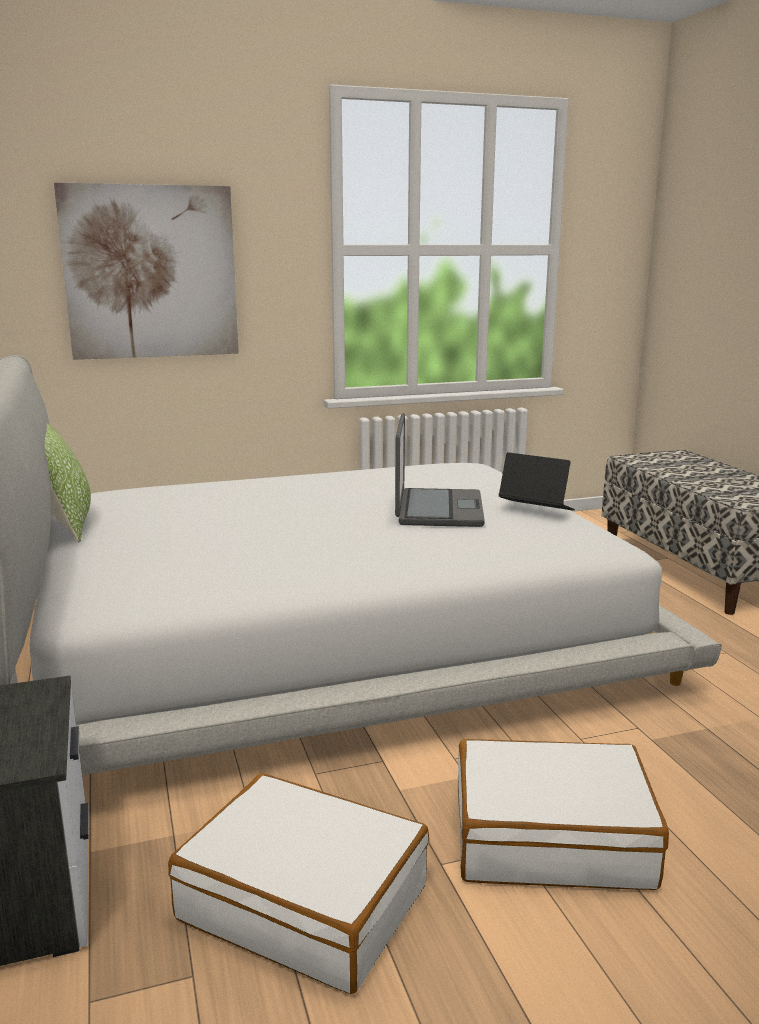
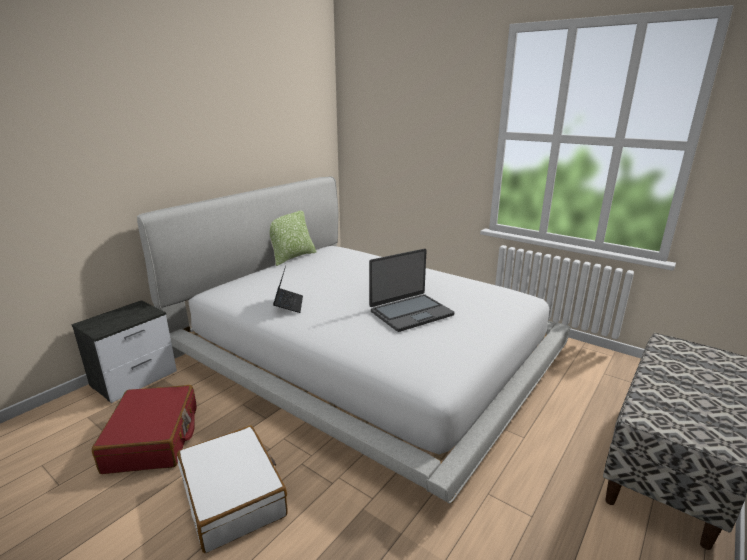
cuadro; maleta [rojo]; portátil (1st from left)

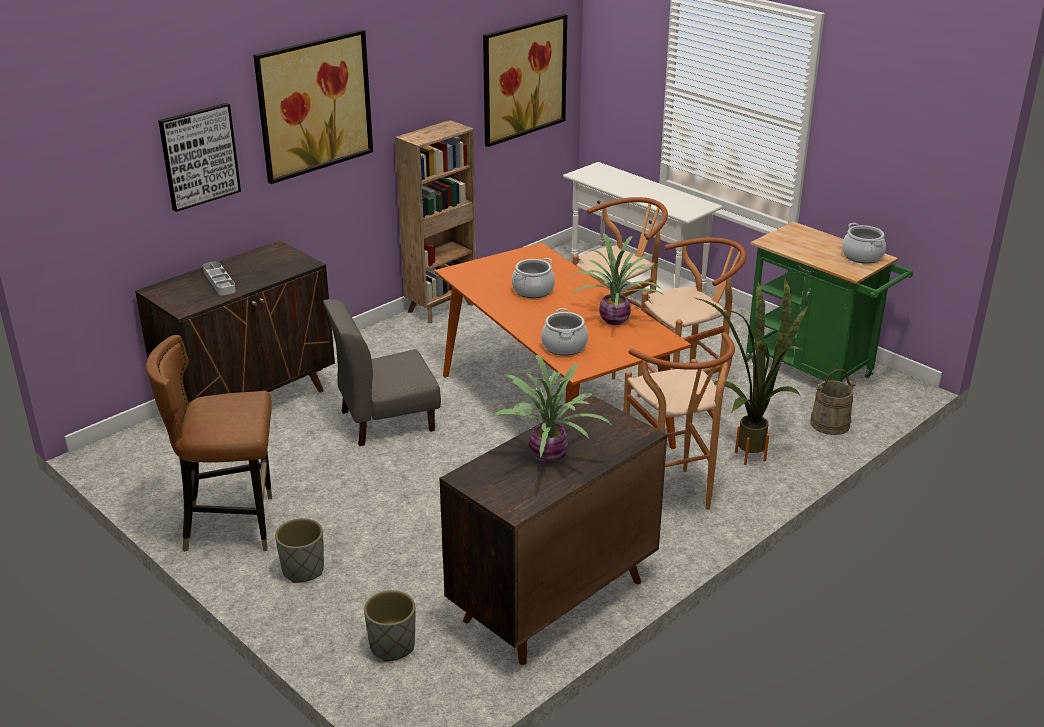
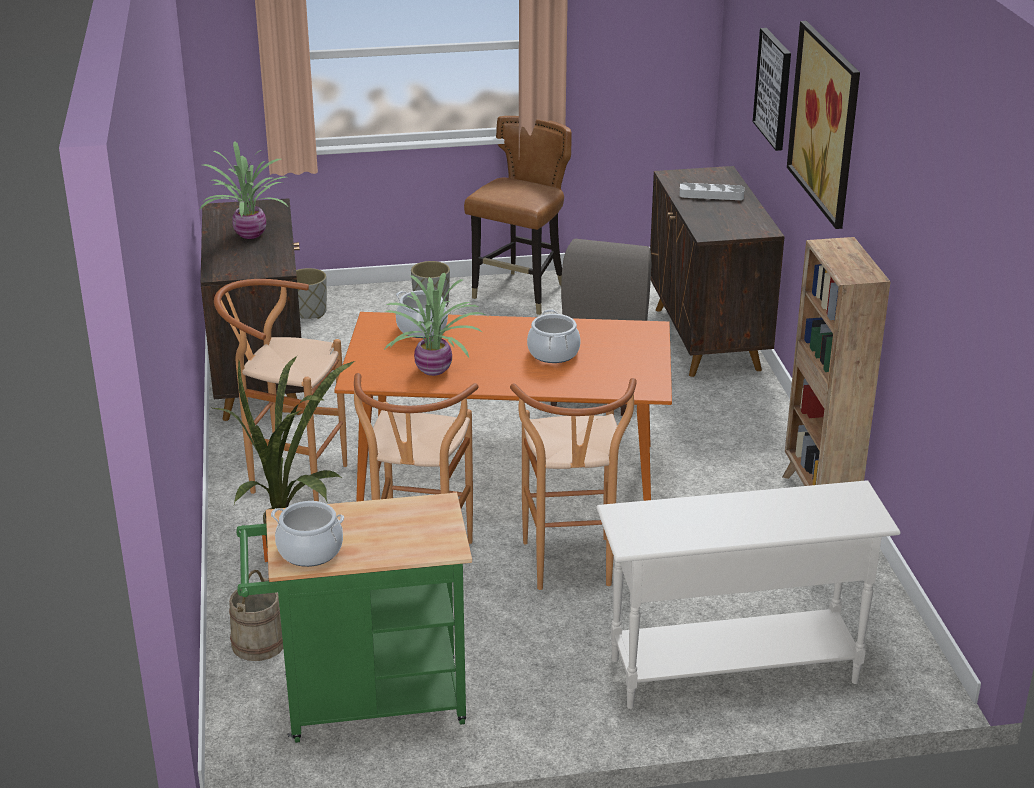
cuadro (3rd from left in the first image)

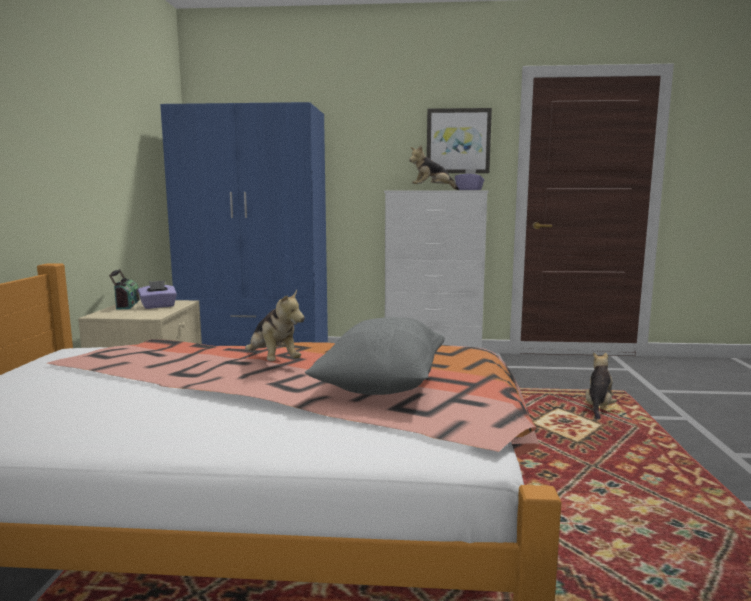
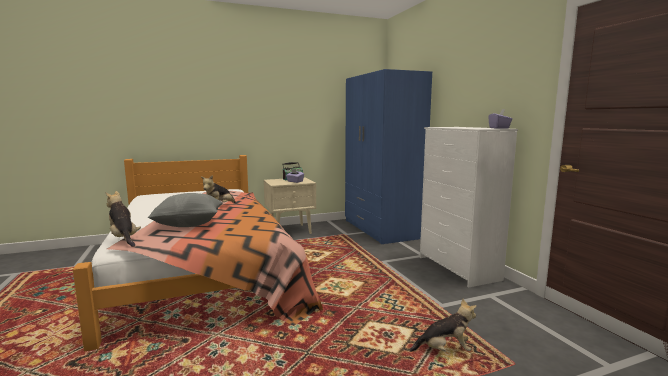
peluche (1st from left); cuadro

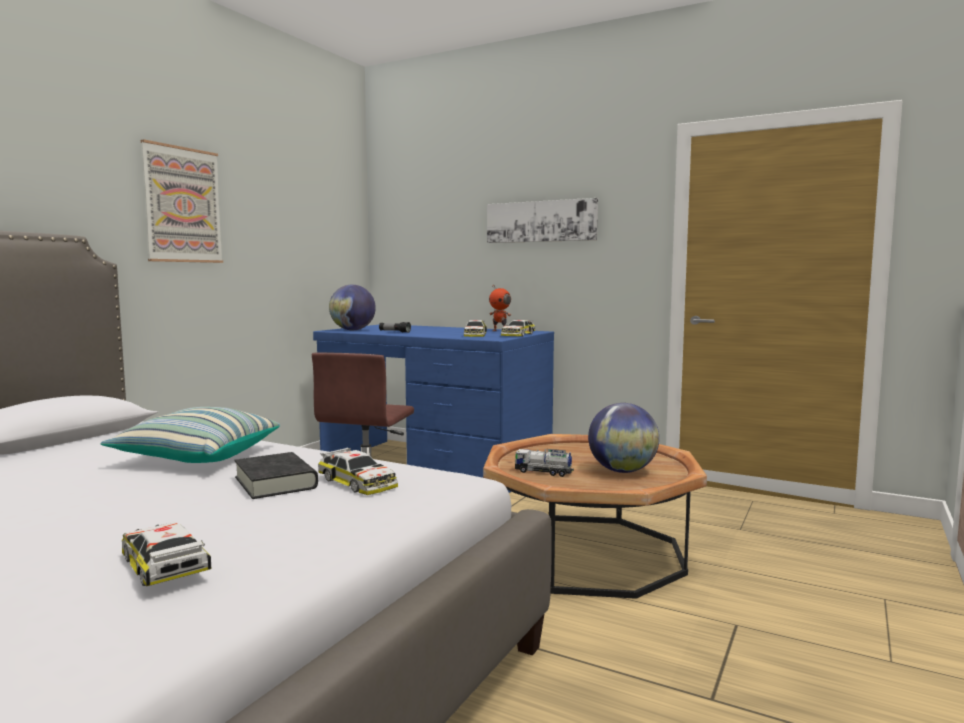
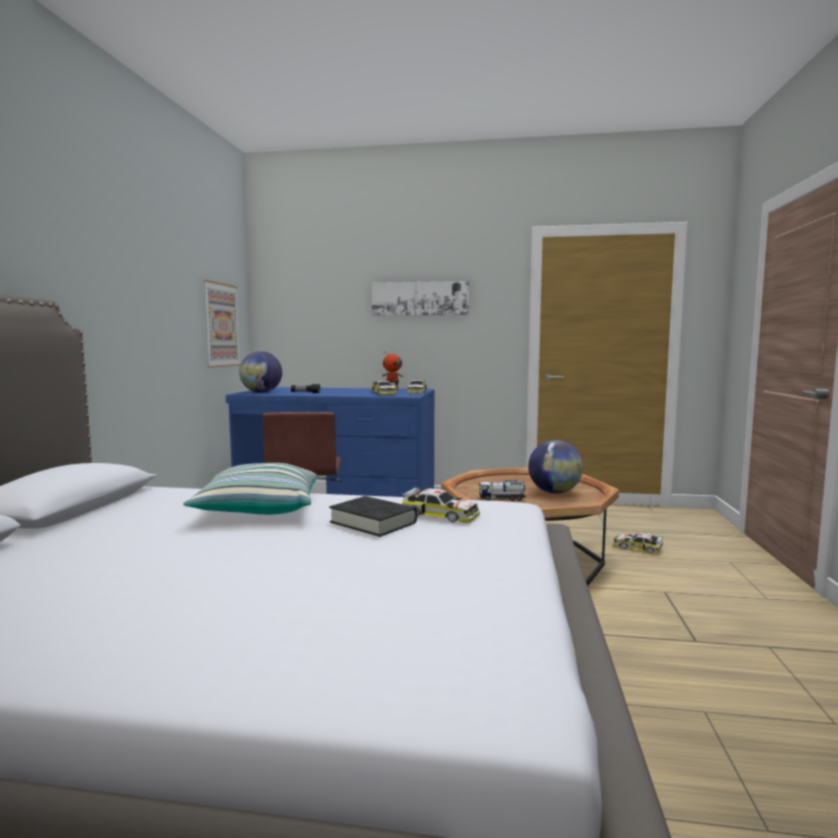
coche de juguete (4th from left); cuadro (1st from left)

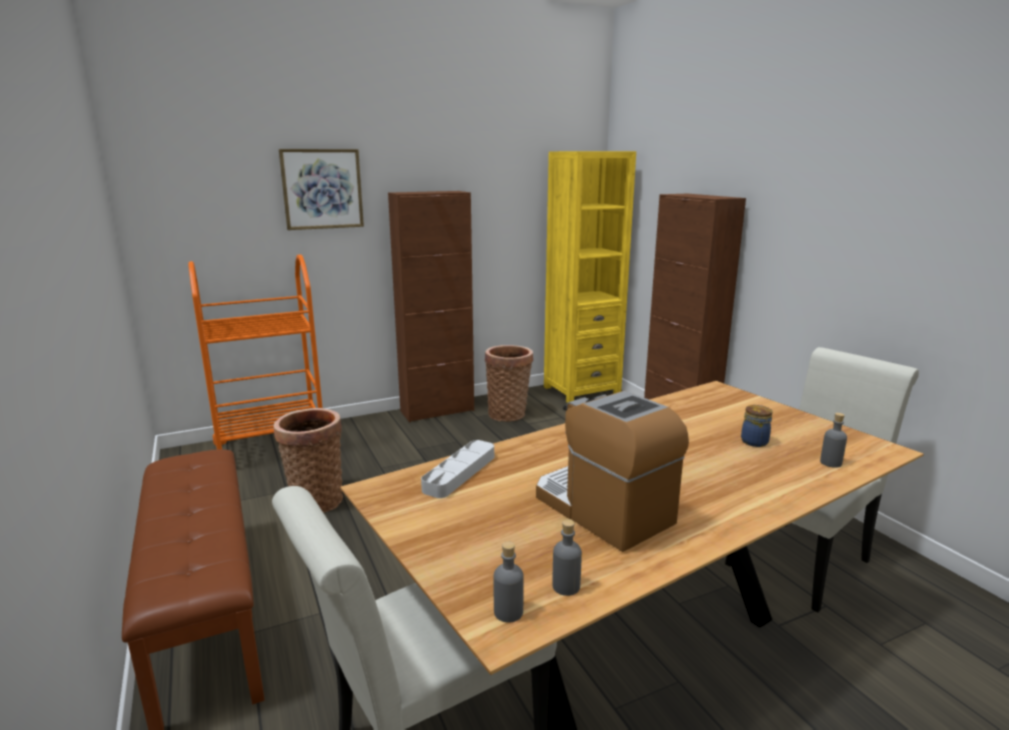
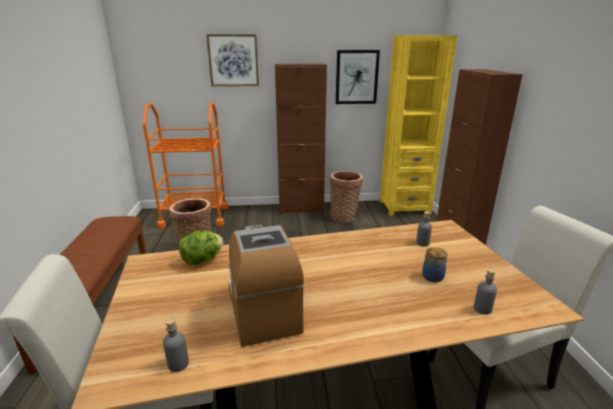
lechuga; botella [gris] (2nd from left); cuadro (2nd from left)

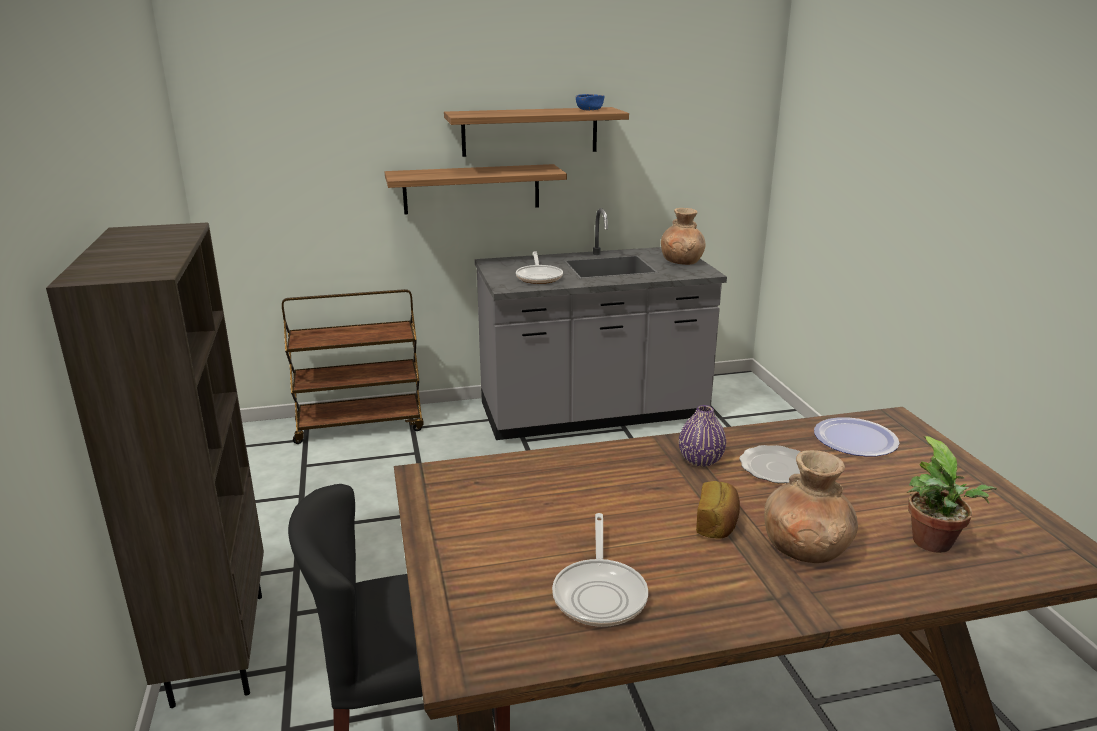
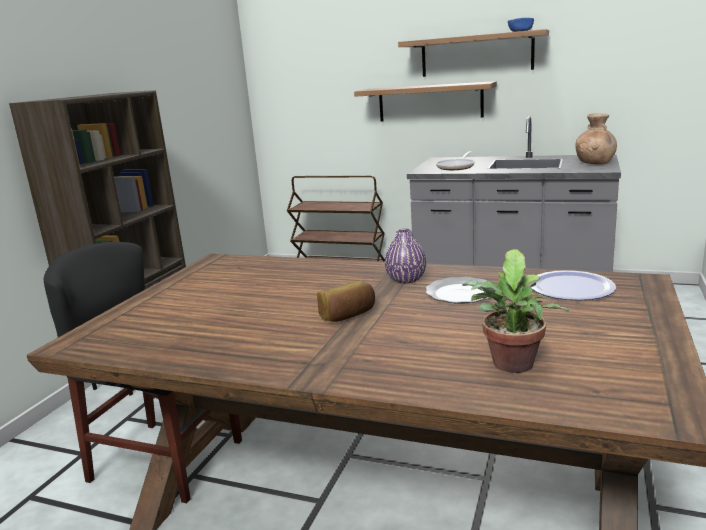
sartén (2nd from left in the first image); florero [marrón] (2nd from left in the first image)

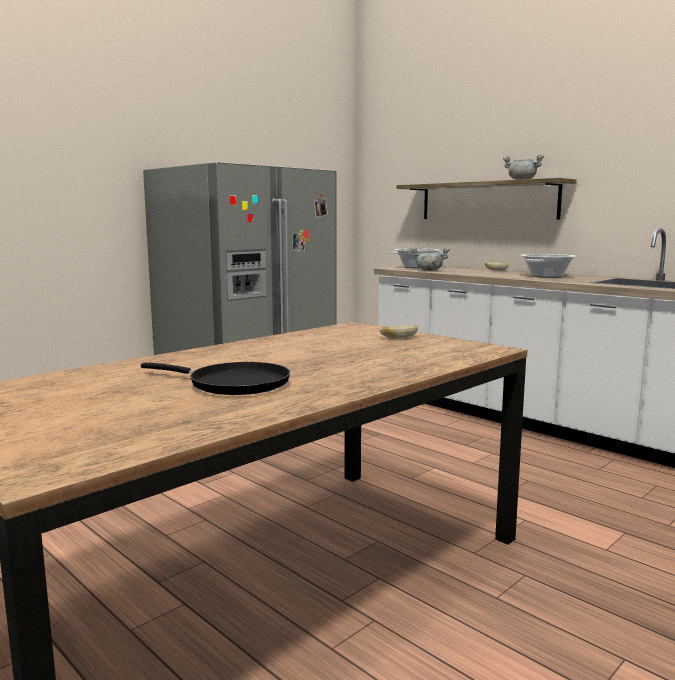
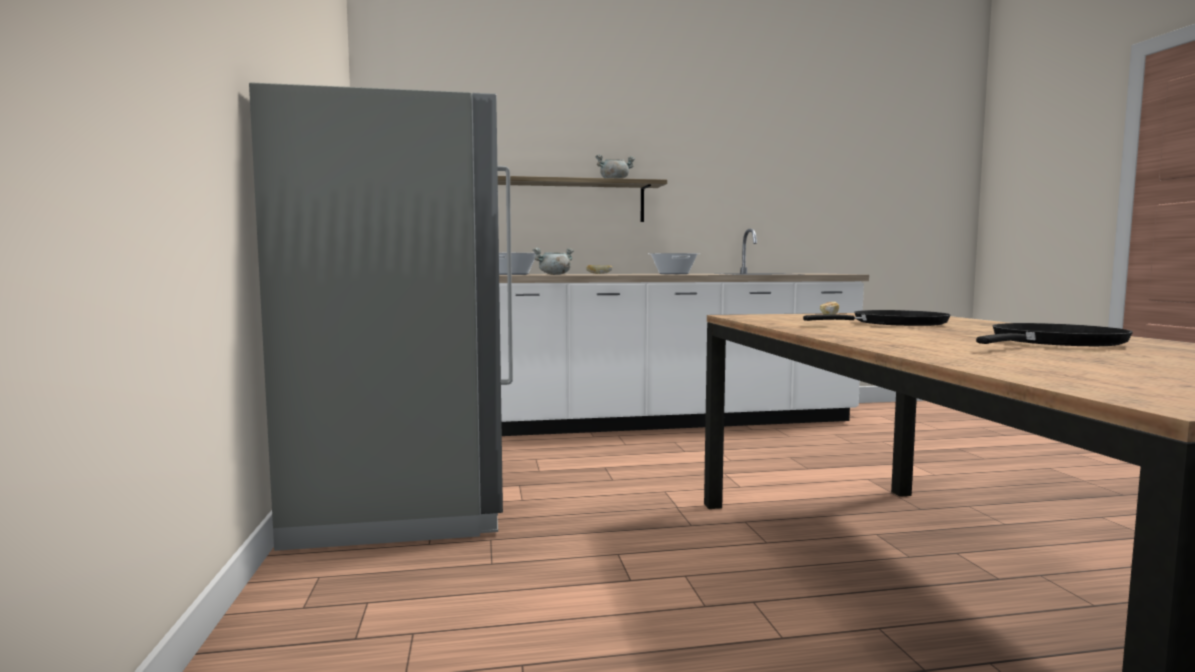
sartén [negro] (1st from left)

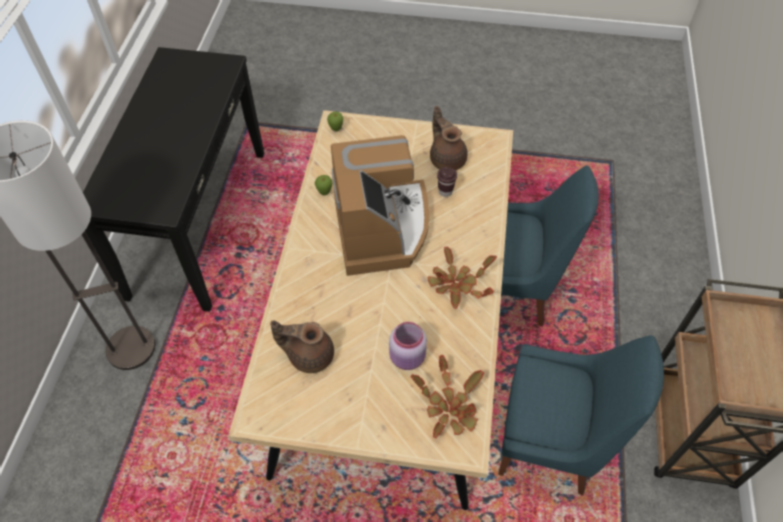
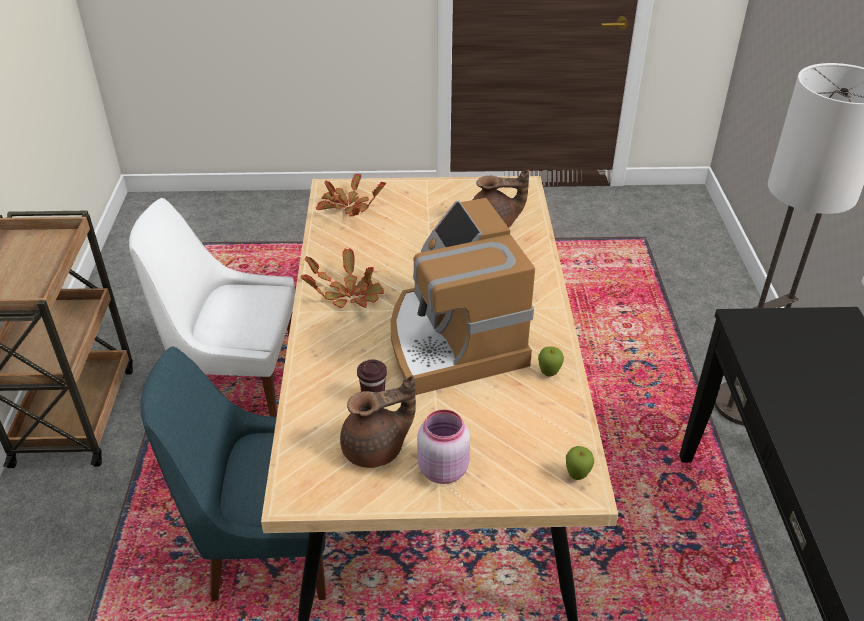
tarro [rosa]; tetera [marrón] (1st from left); silla [blanco]

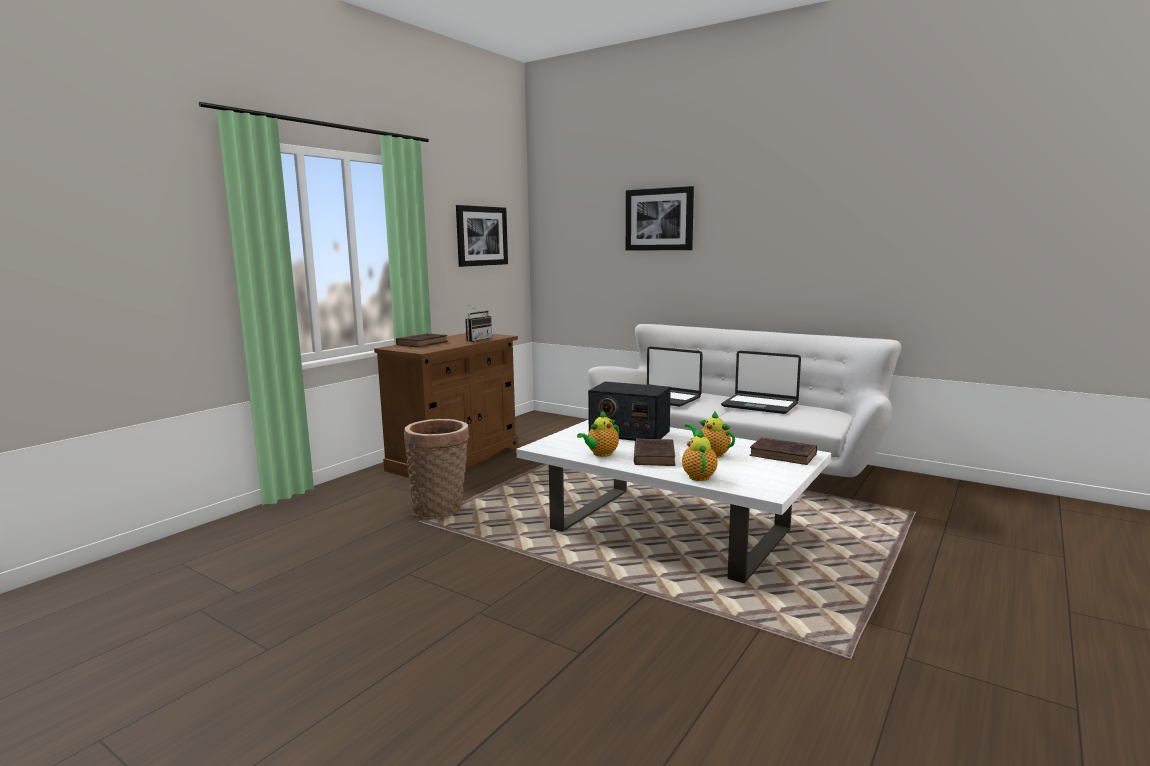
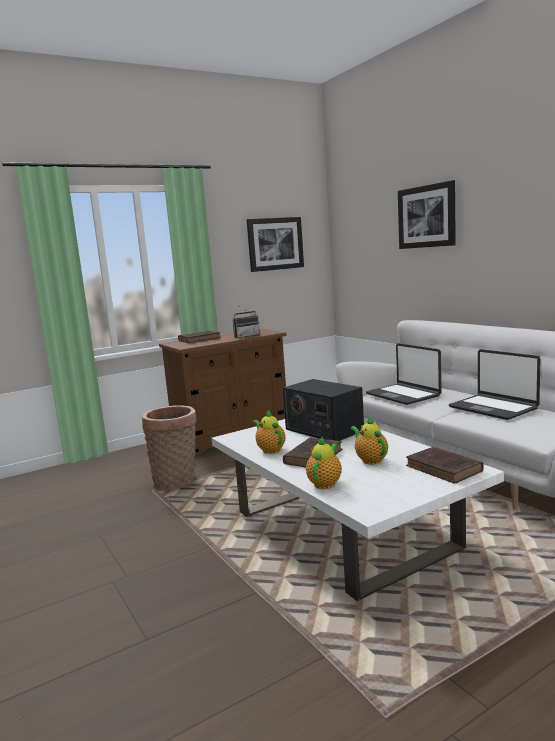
tetera (1st from left)

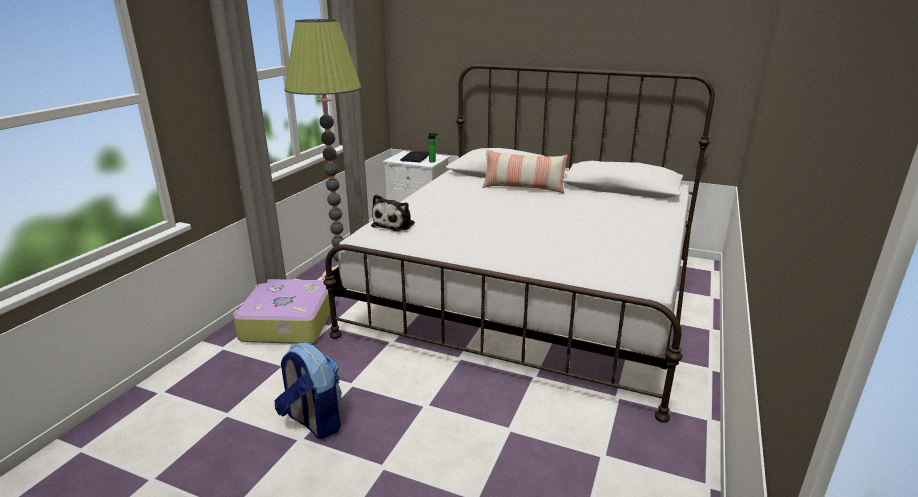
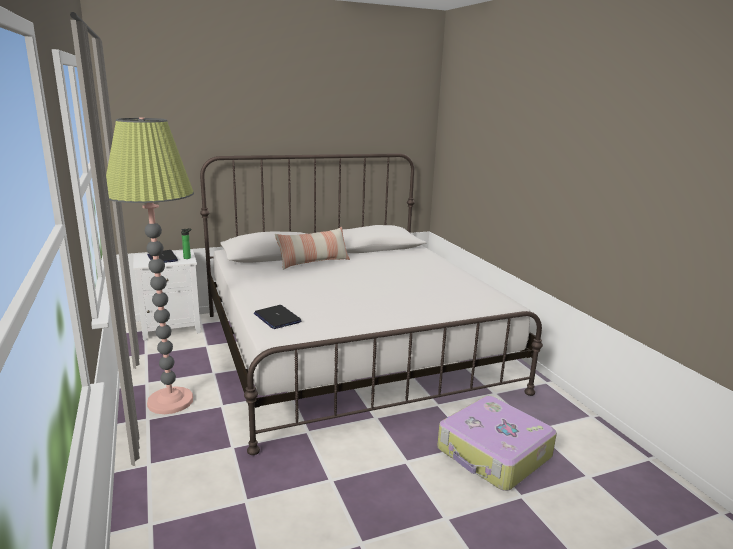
maleta; mochila; portátil (2nd from left)

